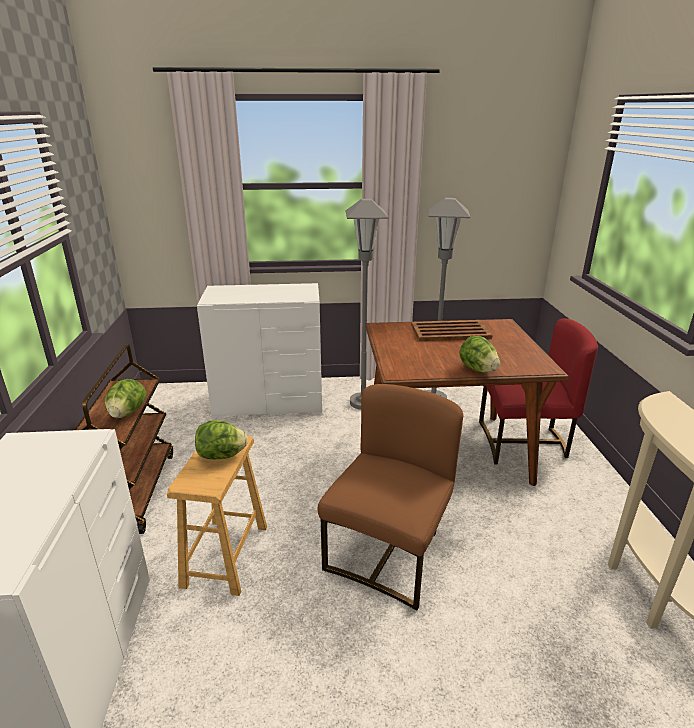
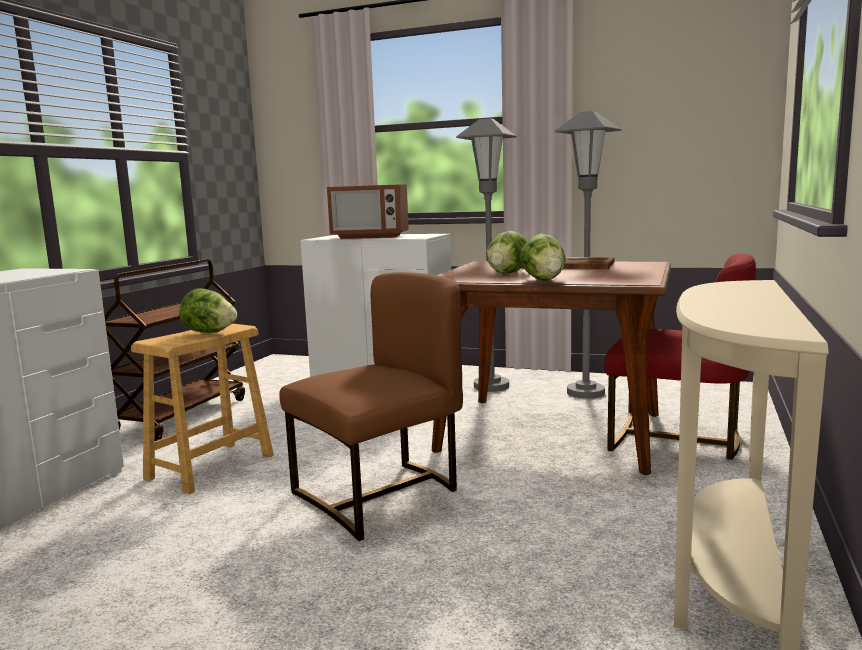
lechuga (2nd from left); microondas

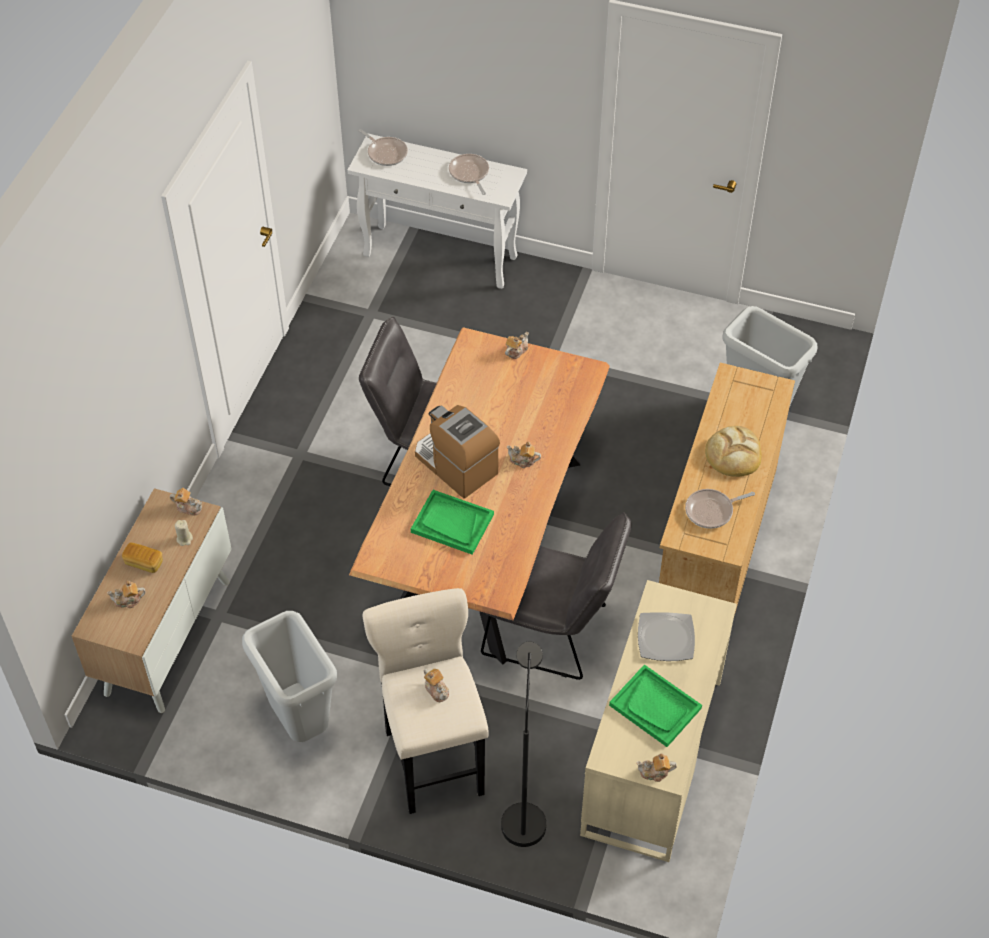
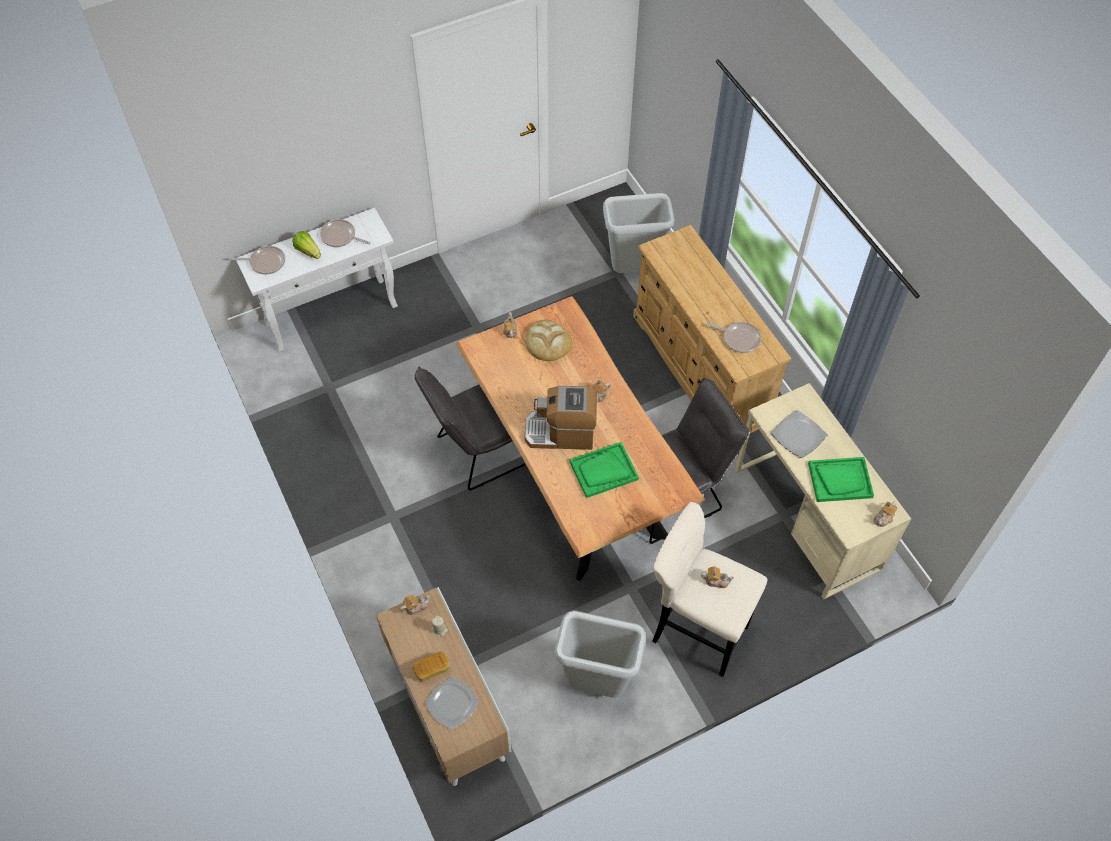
plato (1st from left); lámpara de pie [negro]; sartén (3rd from left); pan (2nd from left); lechuga

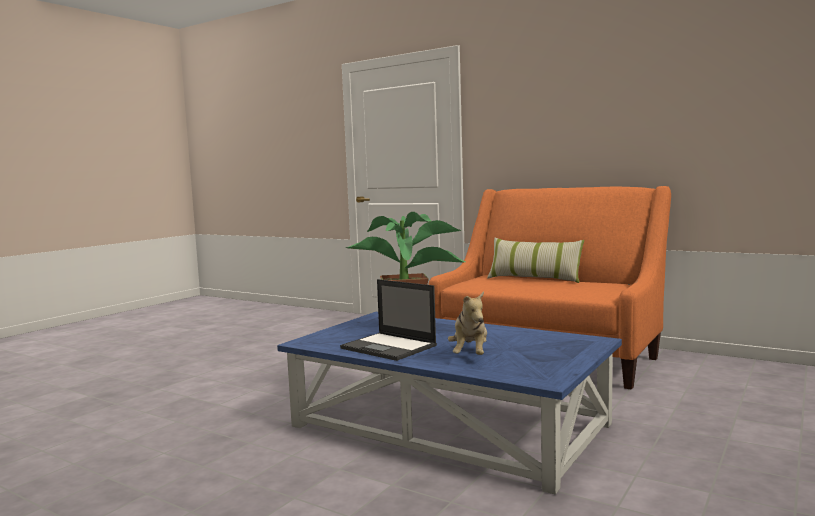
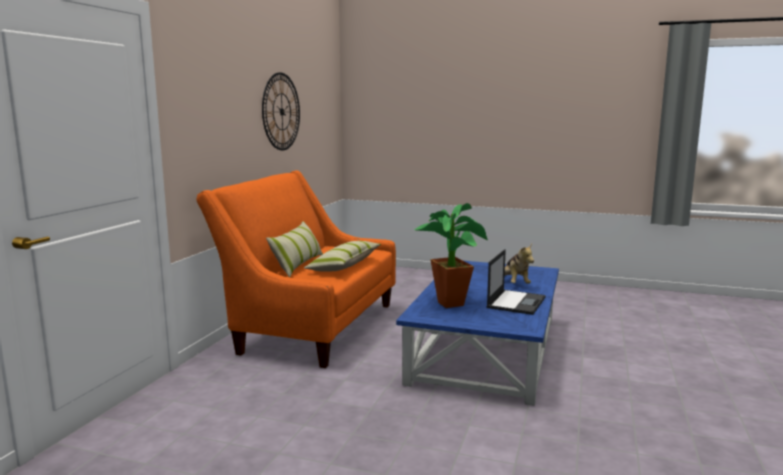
peluche; reloj de pared; cojín (2nd from left)

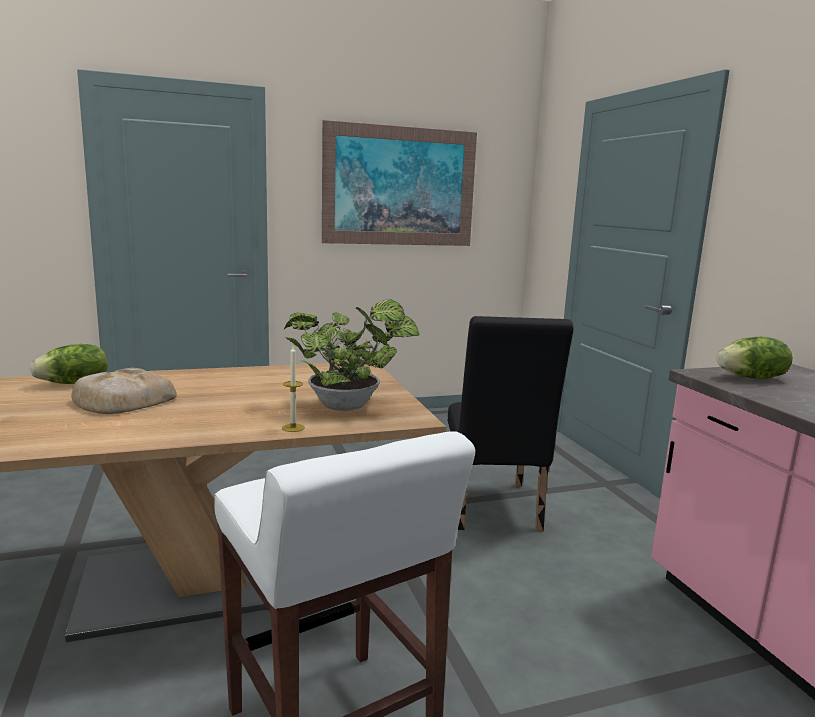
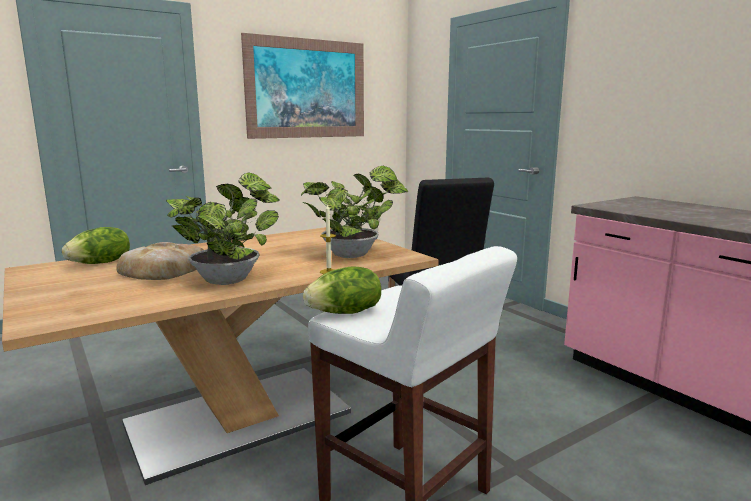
lechuga (2nd from left); planta en maceta (1st from left)

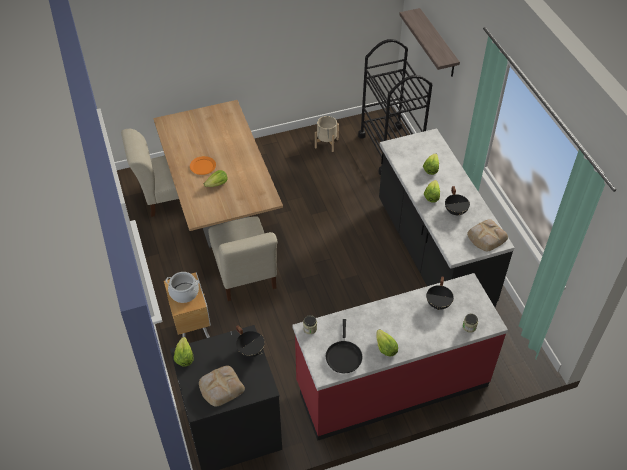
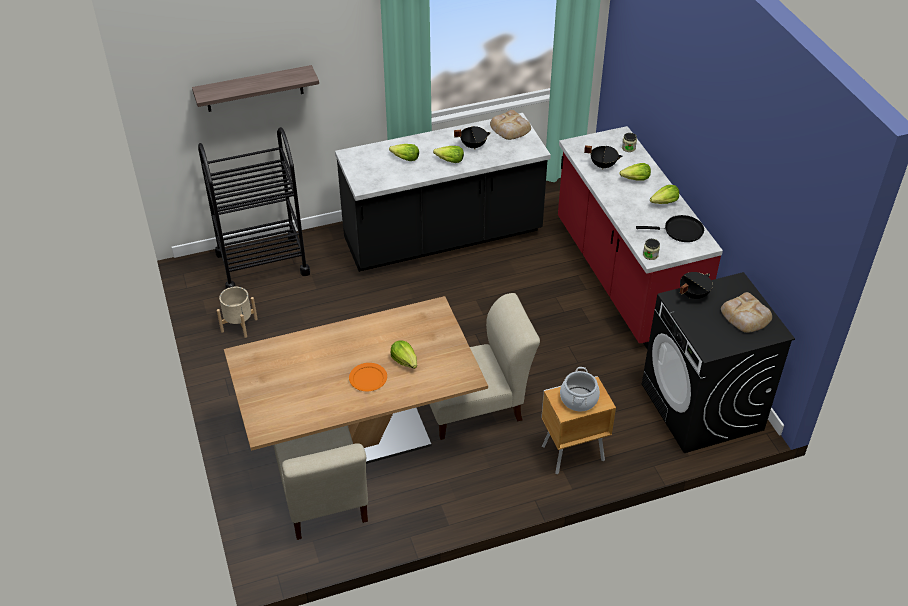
lechuga (4th from left)

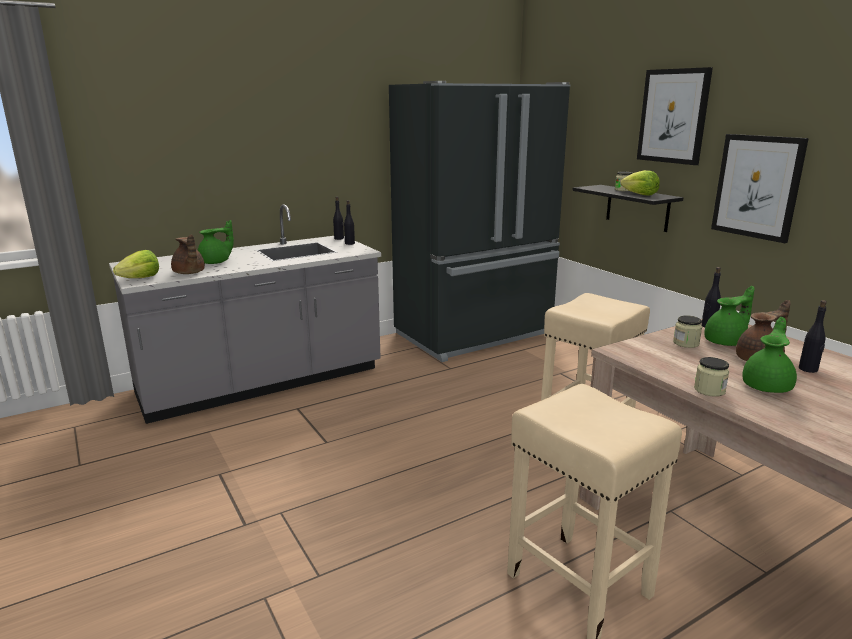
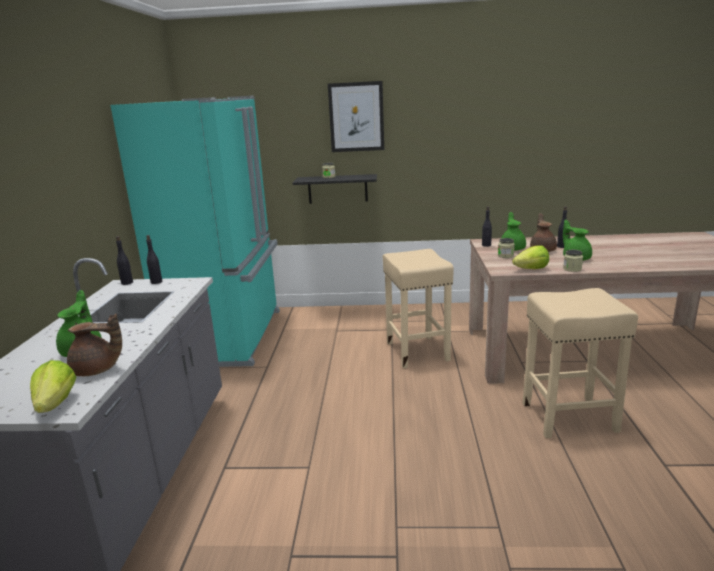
nevera [turquesa]; lechuga (2nd from left); cuadro (2nd from left in the first image)

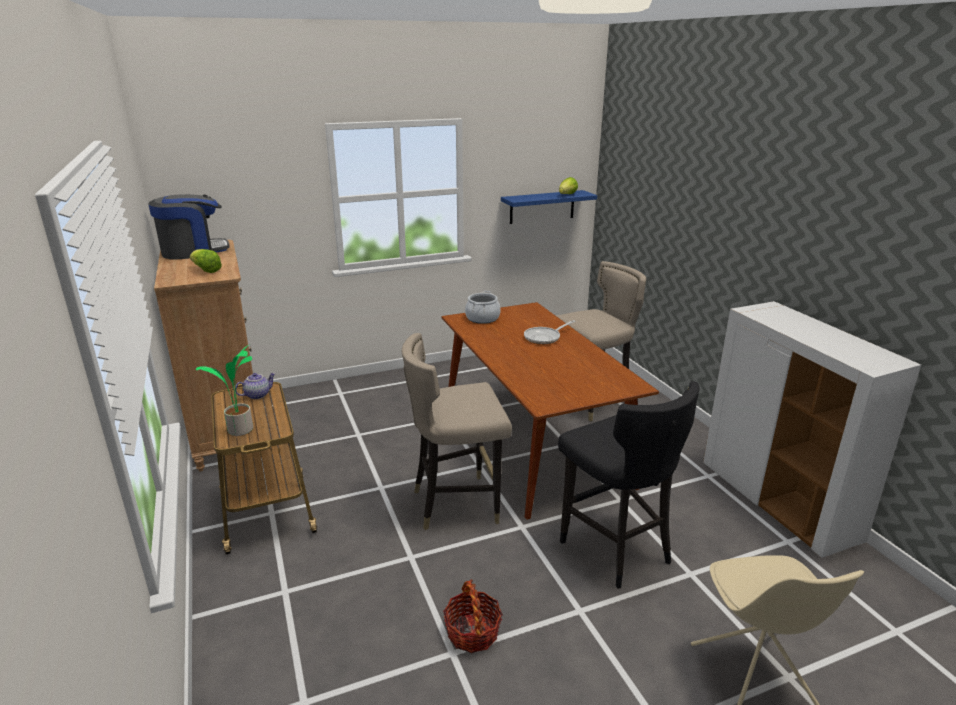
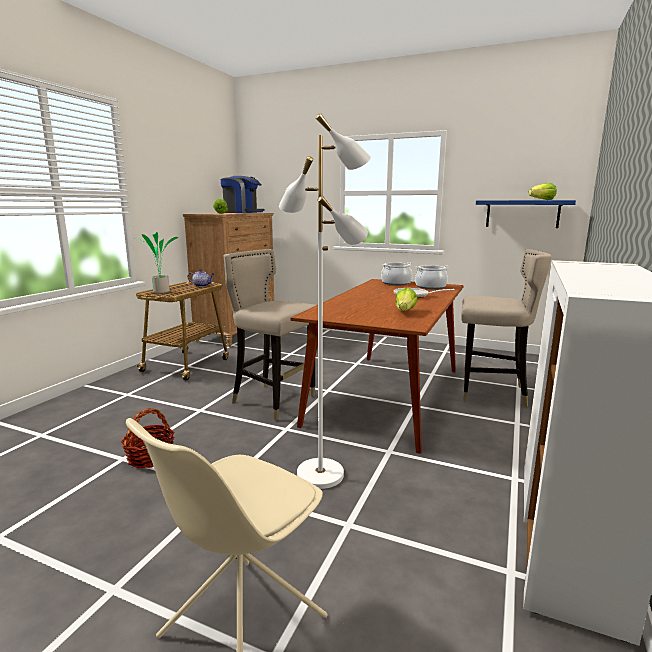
lámpara de pie [blanco]; lechuga (2nd from left); olla (2nd from left)

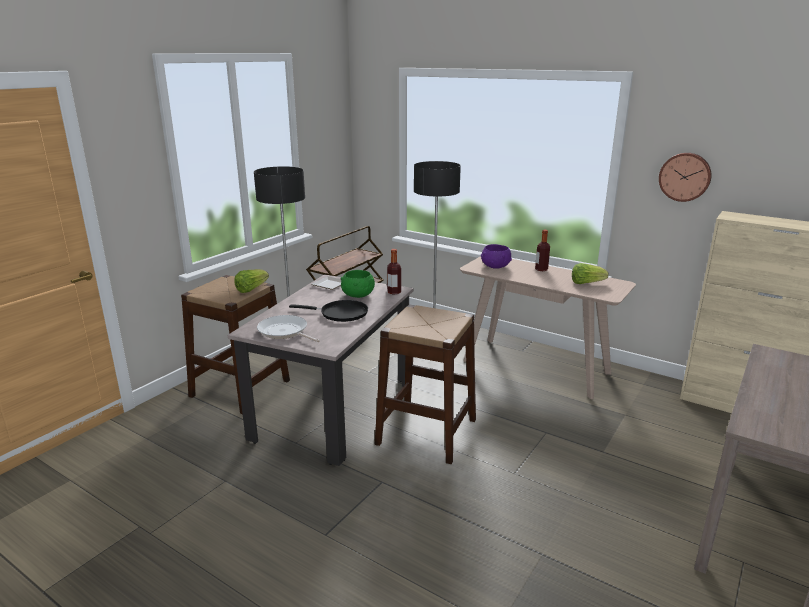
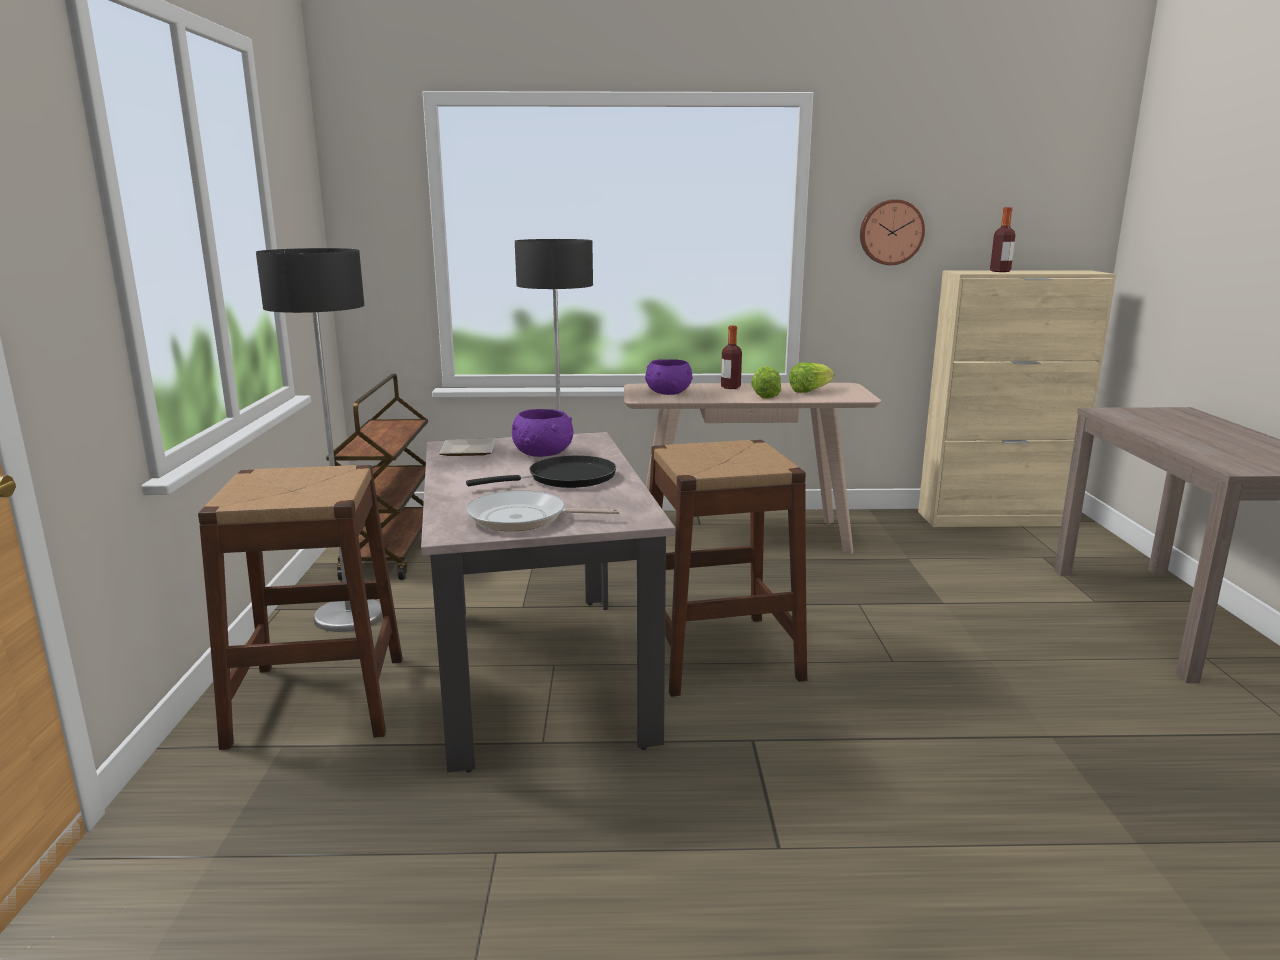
lechuga (1st from left); cuenco [morado] (1st from left); botella (2nd from left)

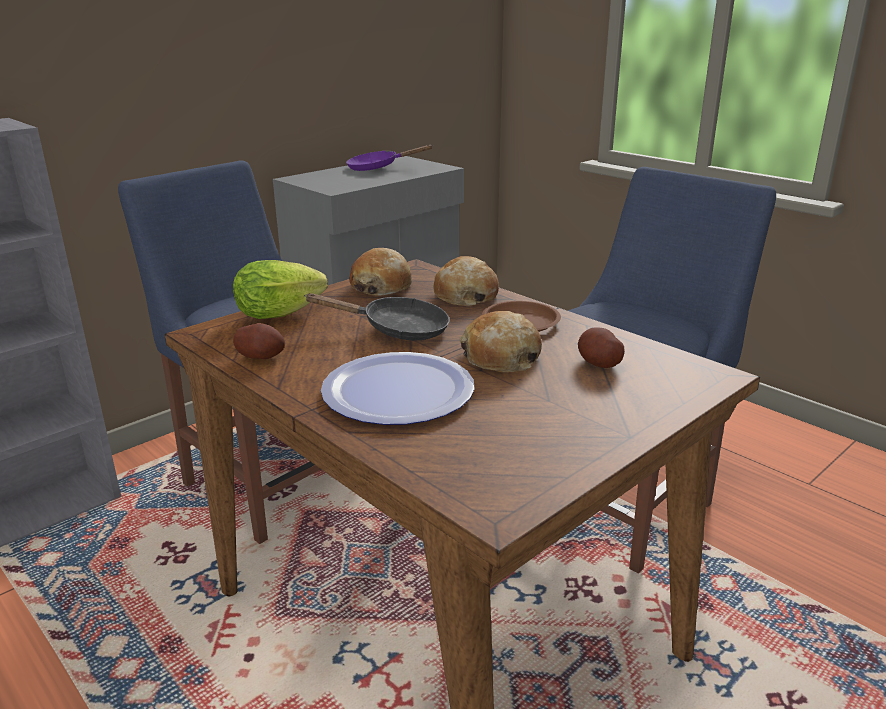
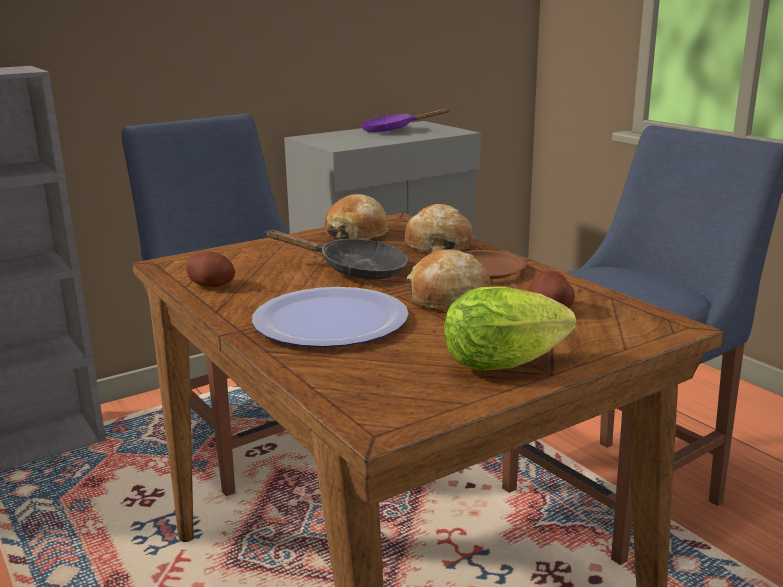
lechuga

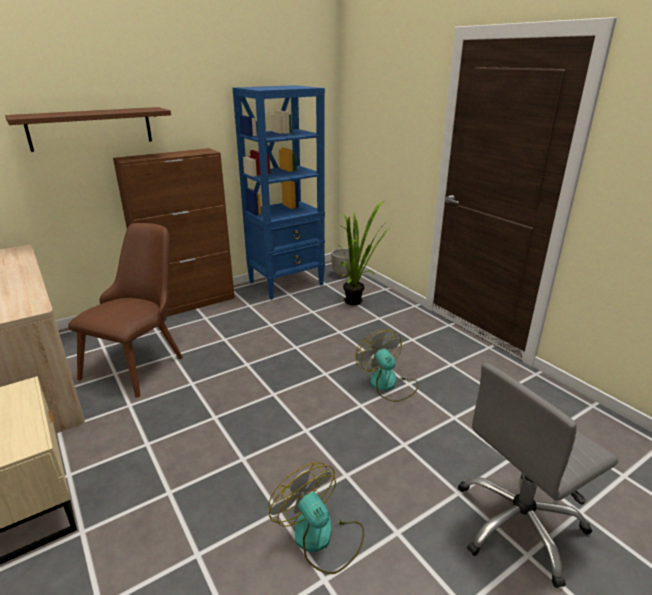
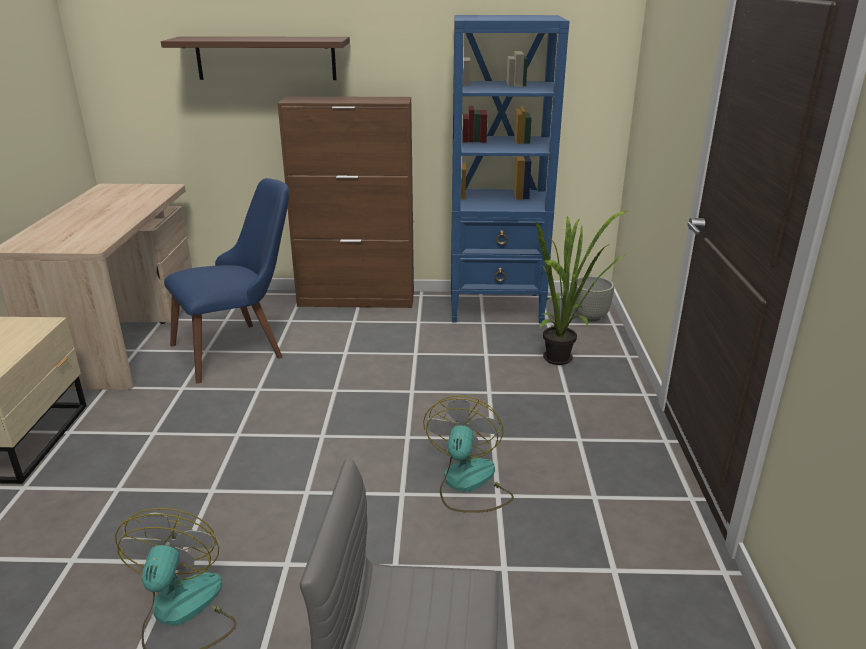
silla [azul]

